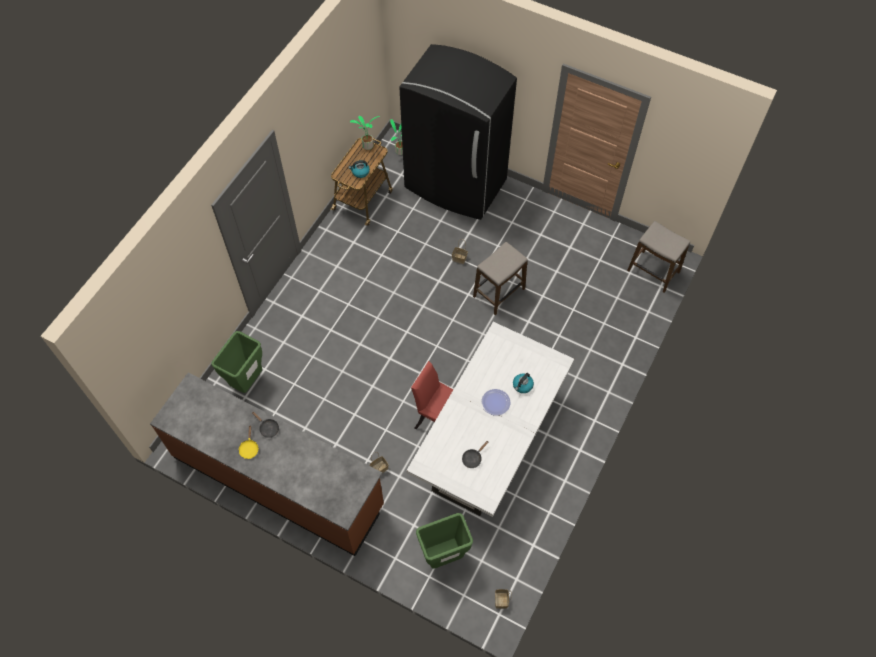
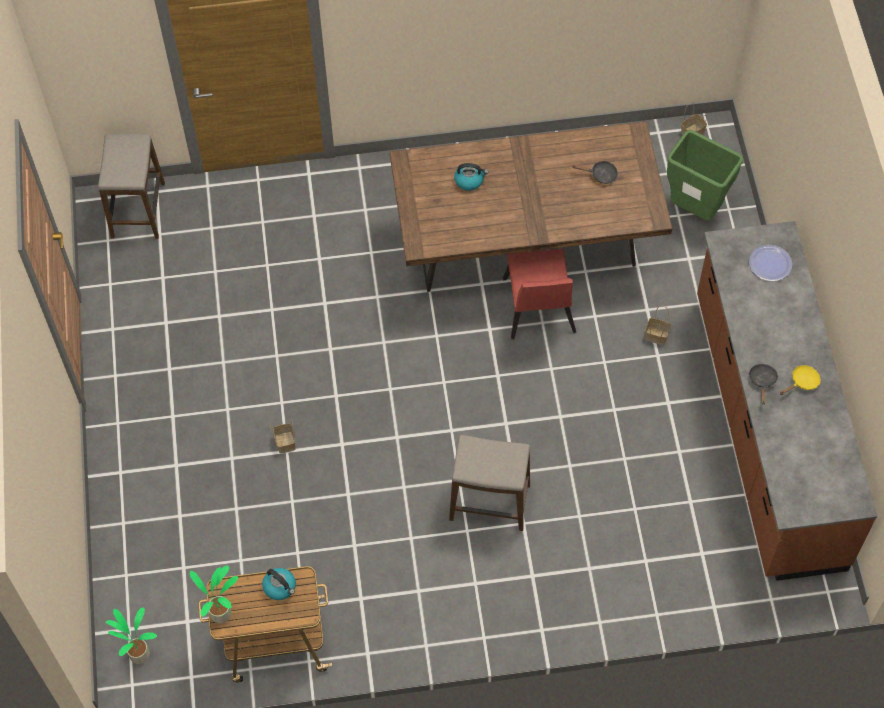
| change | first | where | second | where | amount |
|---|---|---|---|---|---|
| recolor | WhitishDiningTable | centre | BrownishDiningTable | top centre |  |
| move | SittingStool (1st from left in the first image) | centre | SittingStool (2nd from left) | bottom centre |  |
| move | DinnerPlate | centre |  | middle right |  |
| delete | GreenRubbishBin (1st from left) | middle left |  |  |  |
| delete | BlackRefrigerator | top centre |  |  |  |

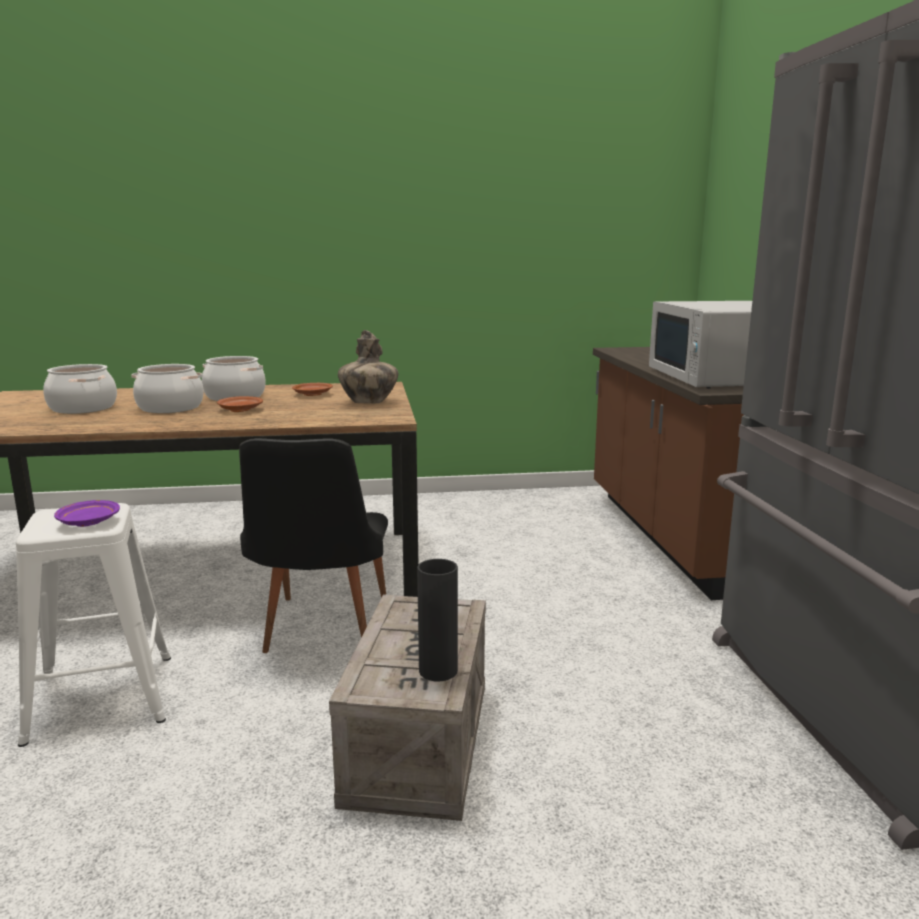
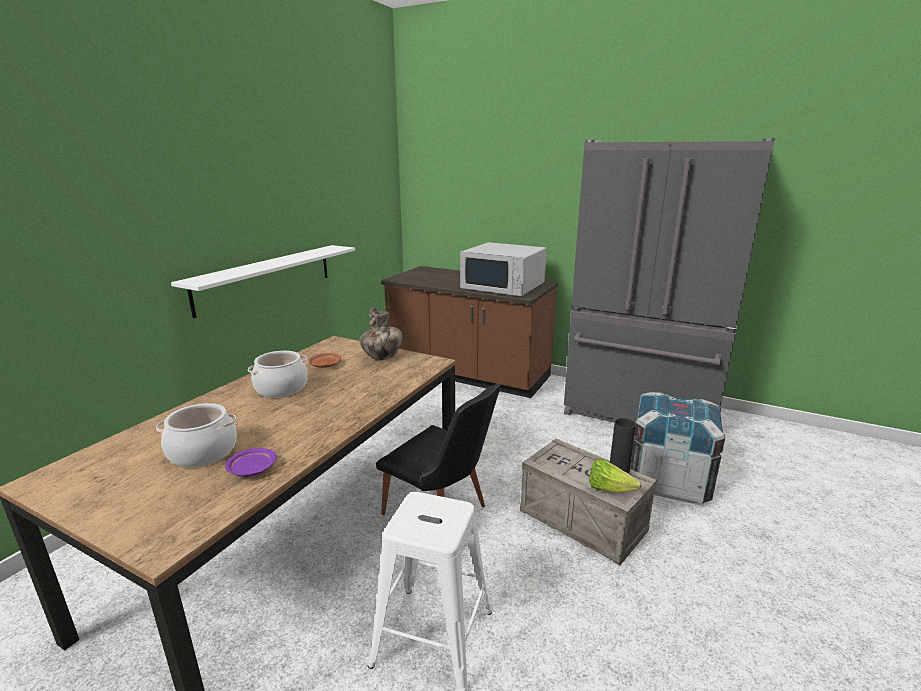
| change | first | where | second | where | amount |
|---|---|---|---|---|---|
| insert |  |  | WhitishBracketShelf | middle left |  |
| move | PurpleDinnerPlate | middle left |  | bottom left |  |
| insert |  |  | LettuceHead | bottom right |  |
| insert |  |  | ShippingCrate (2nd from left) | middle right |  |
| delete | Saucepot (2nd from left) | middle left |  |  |  |
| delete | BrownishDinnerPlate (1st from left) | middle left |  |  |  |

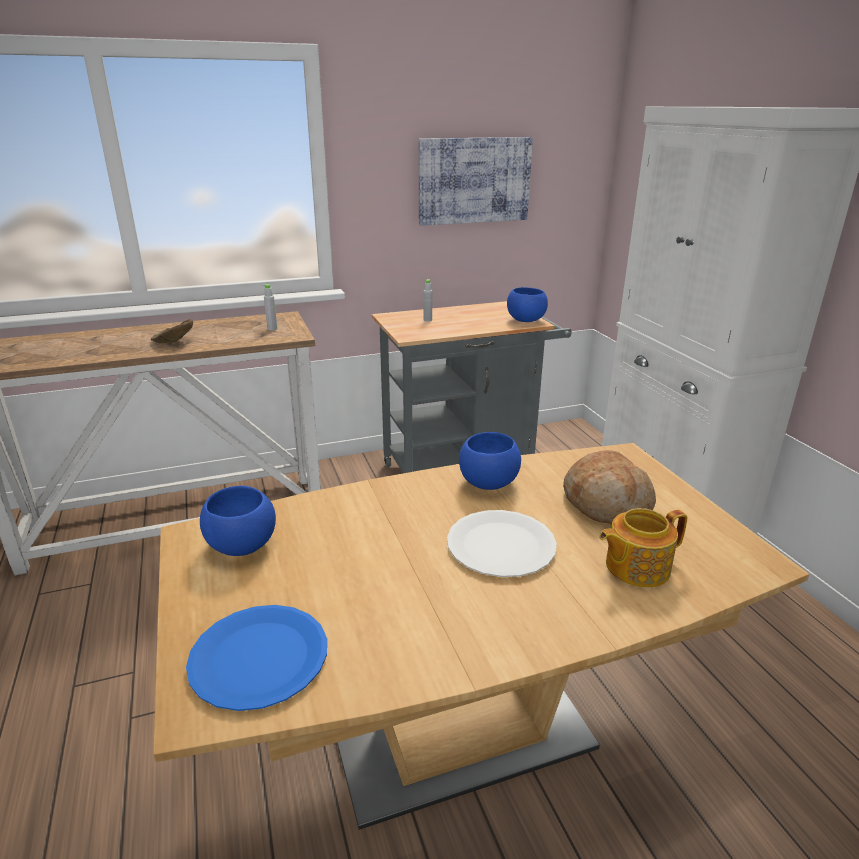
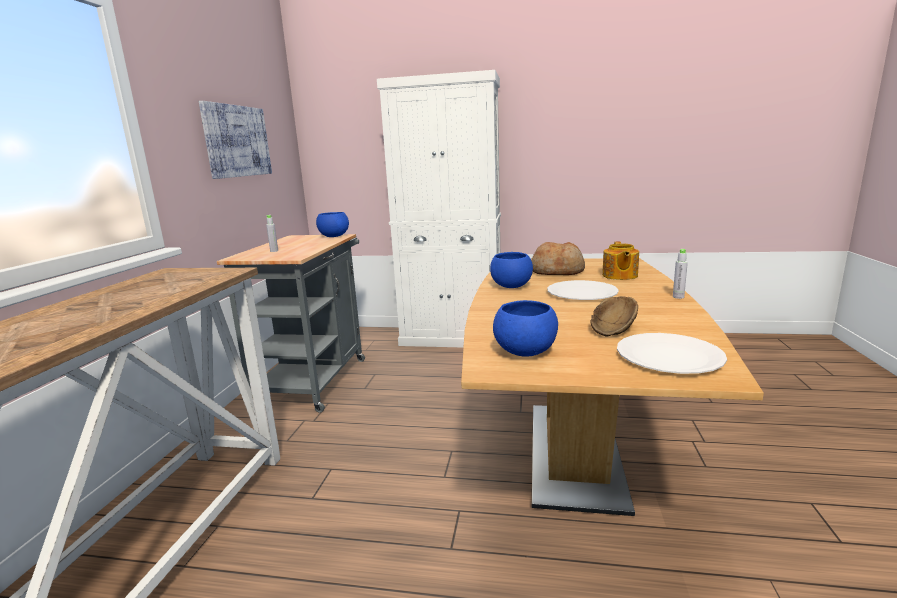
| change | first | where | second | where | amount |
|---|---|---|---|---|---|
| move | BrownishServingBowl | middle left |  | middle right |  |
| recolor | BlueDinnerPlate | bottom left | WhitishDinnerPlate (2nd from left) | middle right |  |
| move | GreyBottle (1st from left in the first image) | middle left | GreyBottle (2nd from left) | middle right |  |

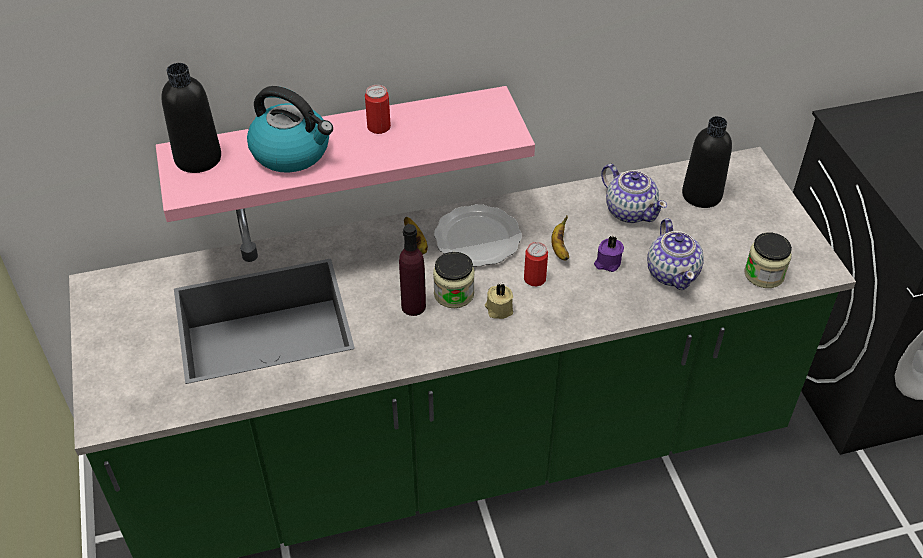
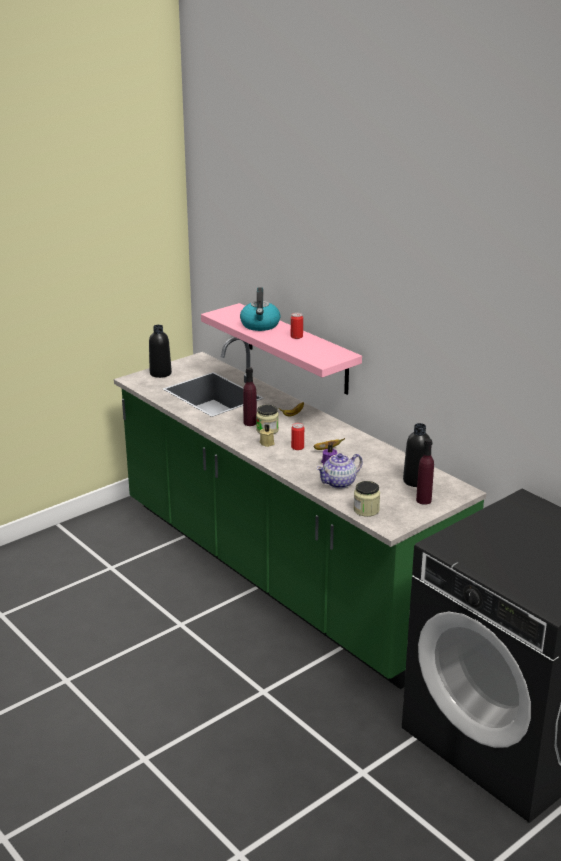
| change | first | where | second | where | amount |
|---|---|---|---|---|---|
| move | BlackBottle (1st from left) | top left |  | middle left |  |
| insert |  |  | PurpleBottle (2nd from left) | middle right |  |
| delete | DinnerPlate | centre |  |  |  |
| delete | TeaPot (1st from left) | middle right |  |  |  |

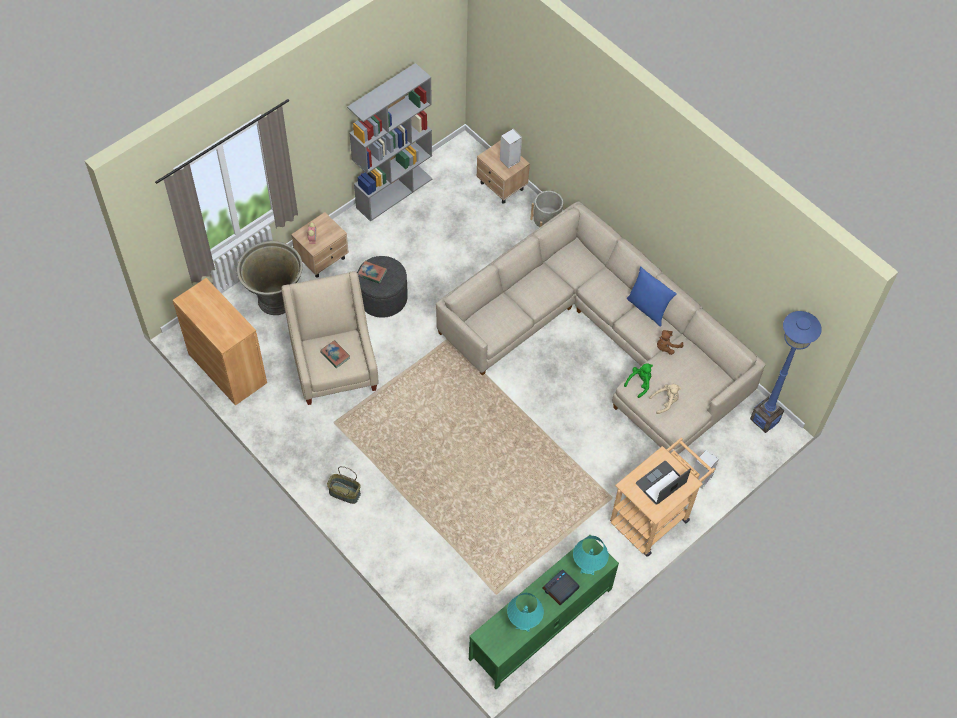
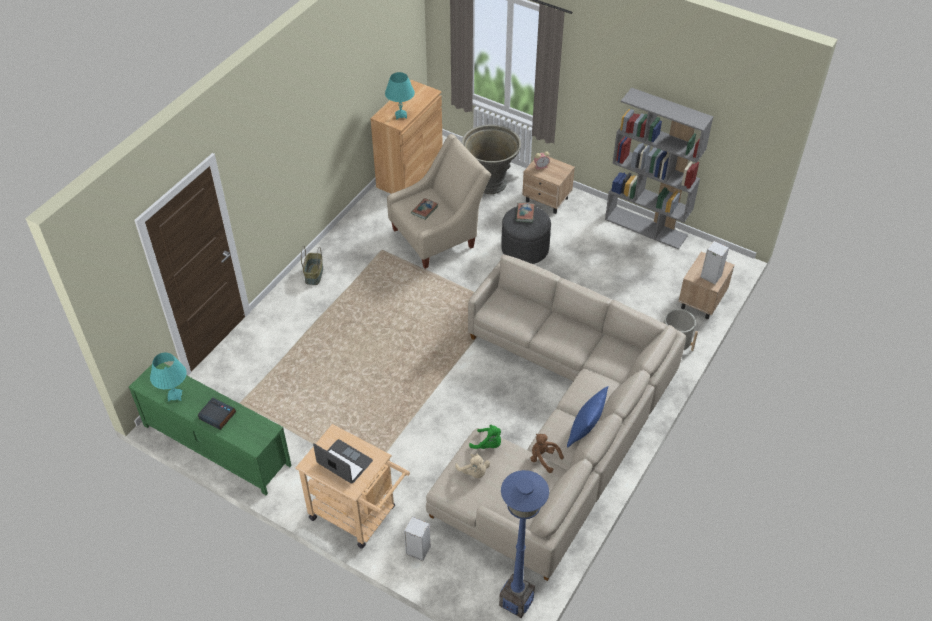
| change | first | where | second | where | amount |
|---|---|---|---|---|---|
| move | TurquoiseColouredLampForATable (2nd from left) | bottom centre |  | top centre |  |

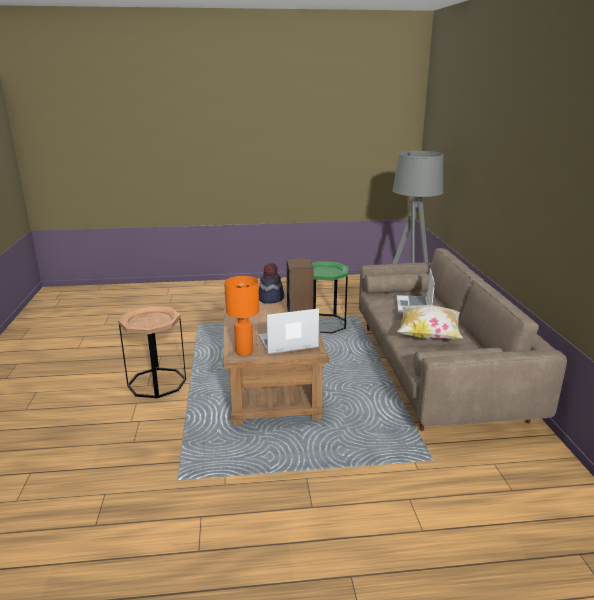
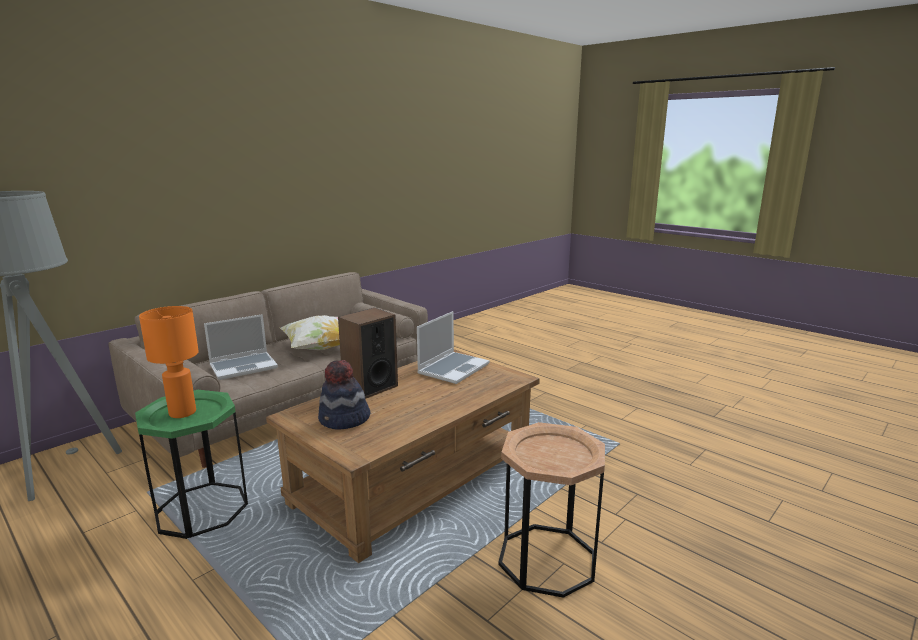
| change | first | where | second | where | amount |
|---|---|---|---|---|---|
| move | OrangeyLampForATable | centre |  | middle left |  |
| rotate | NotebookComputer (1st from left in the first image) | centre | NotebookComputer (2nd from left) | centre | 90 degrees counterclockwise |

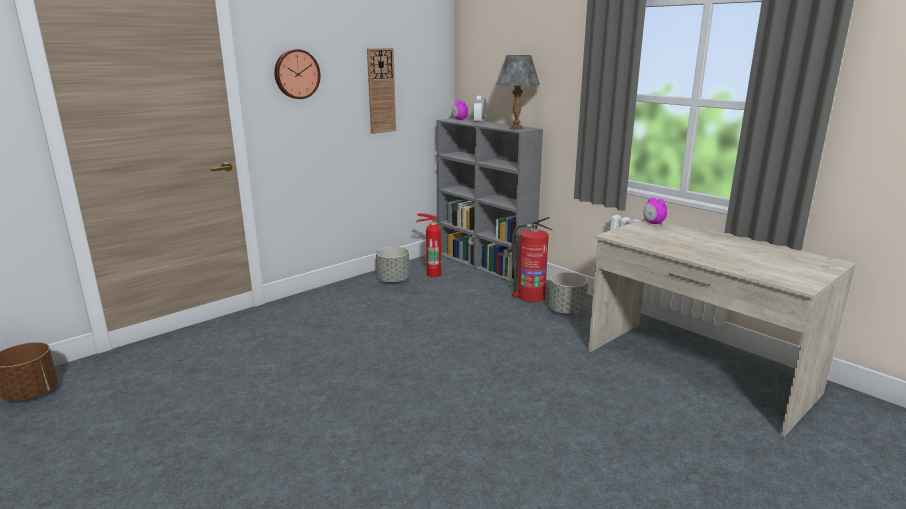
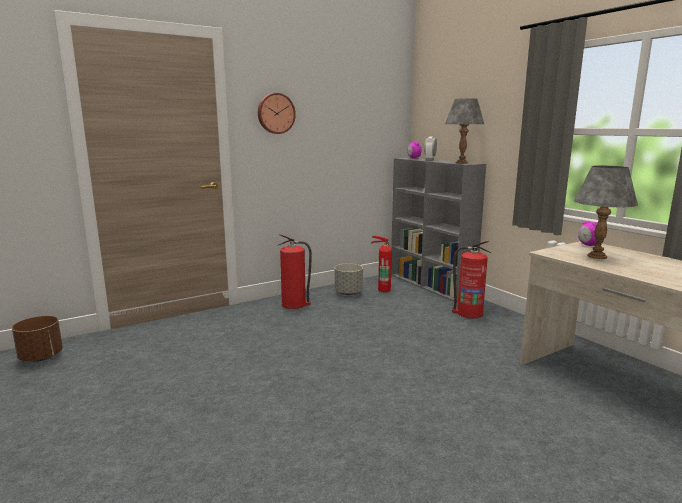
| change | first | where | second | where | amount |
|---|---|---|---|---|---|
| insert |  |  | Extinguisher (1st from left) | centre |  |
| insert |  |  | GreyLampForATable (2nd from left) | middle right |  |
| delete | ClockOnTheWall (2nd from left) | top centre |  |  |  |
| delete | GreyPlantPot (2nd from left) | centre |  |  |  |

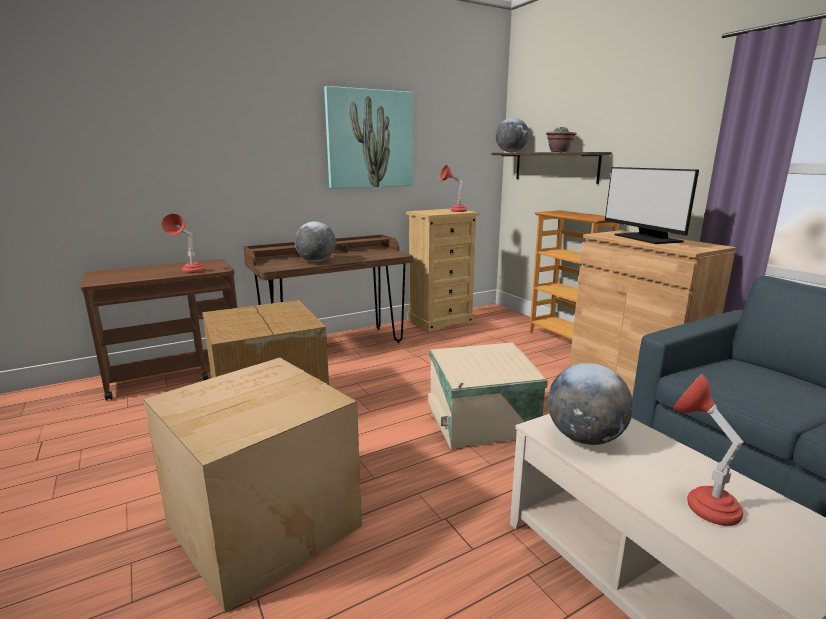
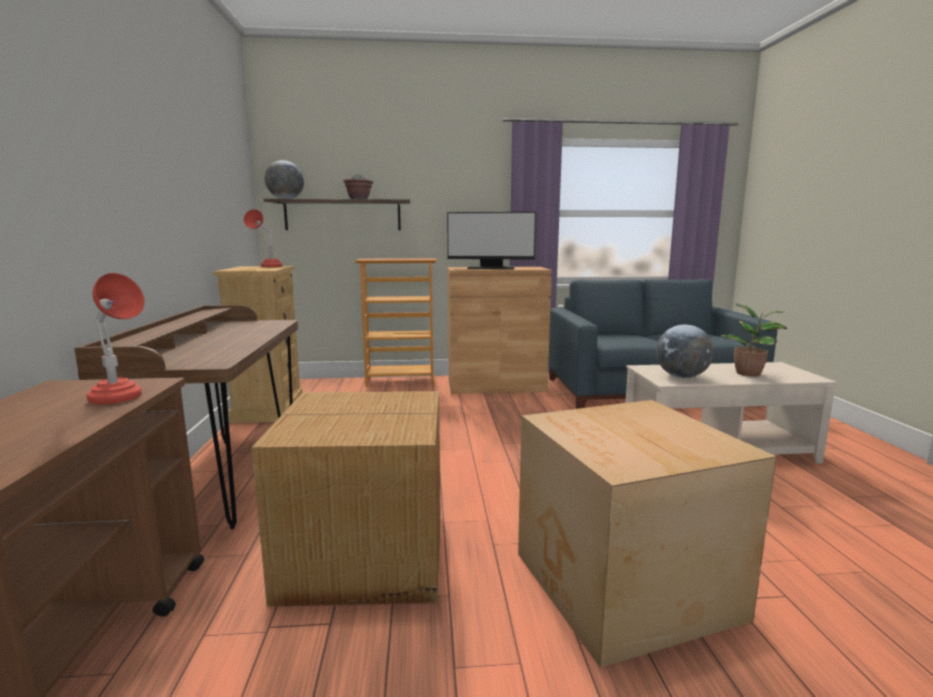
| change | first | where | second | where | amount |
|---|---|---|---|---|---|
| replace | RedLampForATable (3rd from left) | bottom right | Houseplant (2nd from left) | middle right |  |
| delete | DeskGlobe (1st from left) | centre |  |  |  |
| delete | Picture | top centre |  |  |  |
| delete | BeigeStorageContainer | centre |  |  |  |

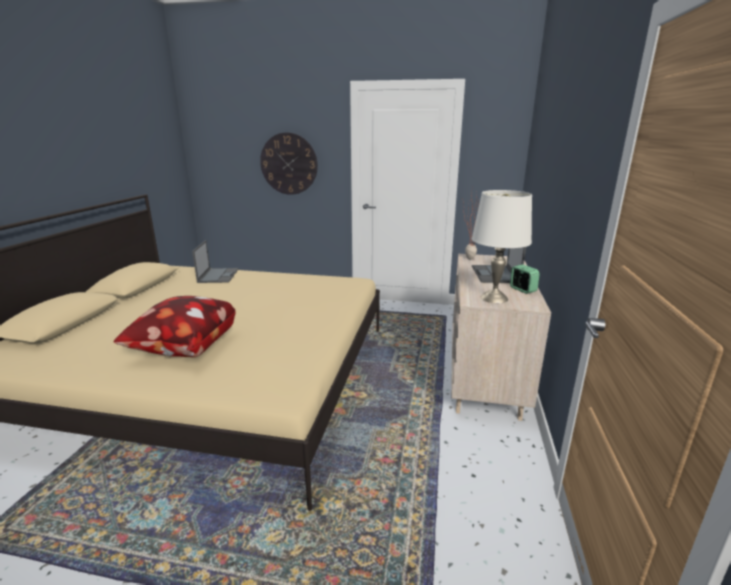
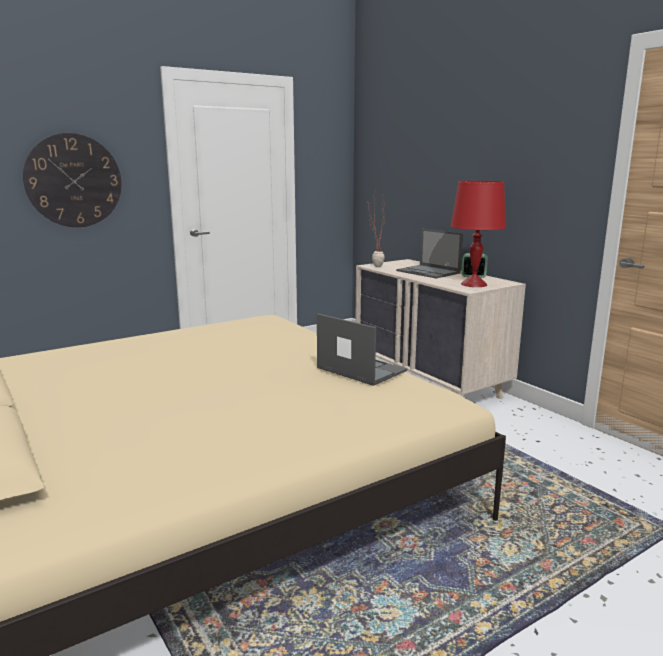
| change | first | where | second | where | amount |
|---|---|---|---|---|---|
| move | NotebookComputer (1st from left) | middle left |  | centre |  |
| recolor | WhitishLampForATable | middle right | RedLampForATable | middle right |  |
| delete | Pillow | middle left |  |  |  |

